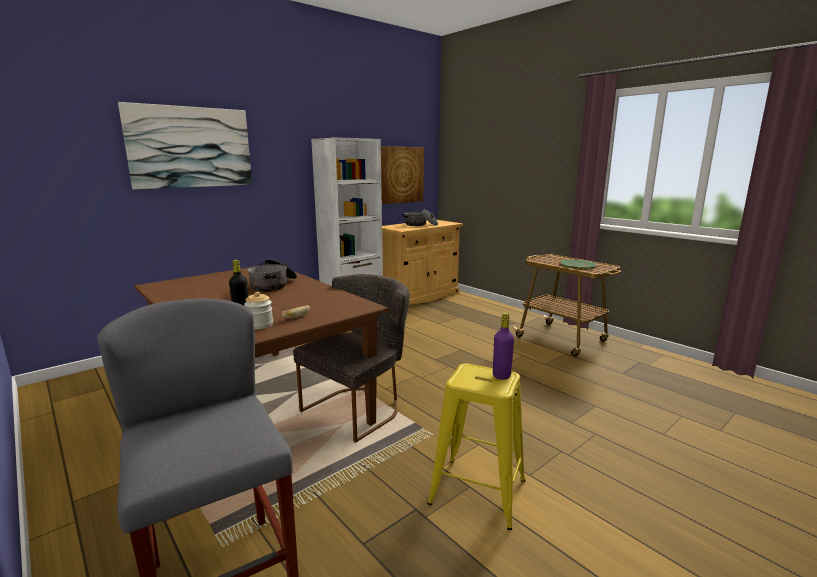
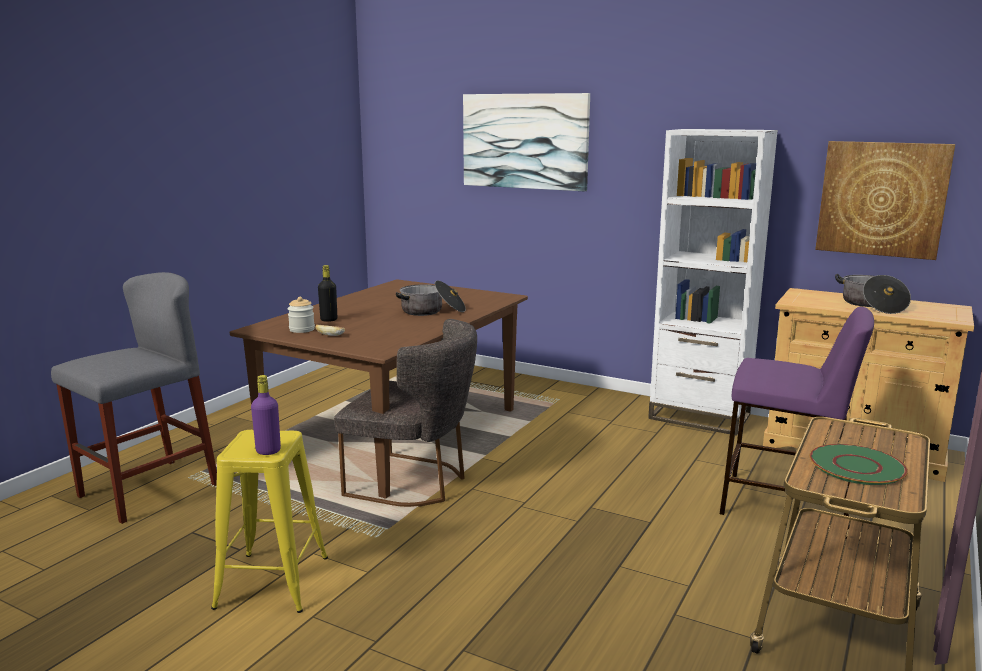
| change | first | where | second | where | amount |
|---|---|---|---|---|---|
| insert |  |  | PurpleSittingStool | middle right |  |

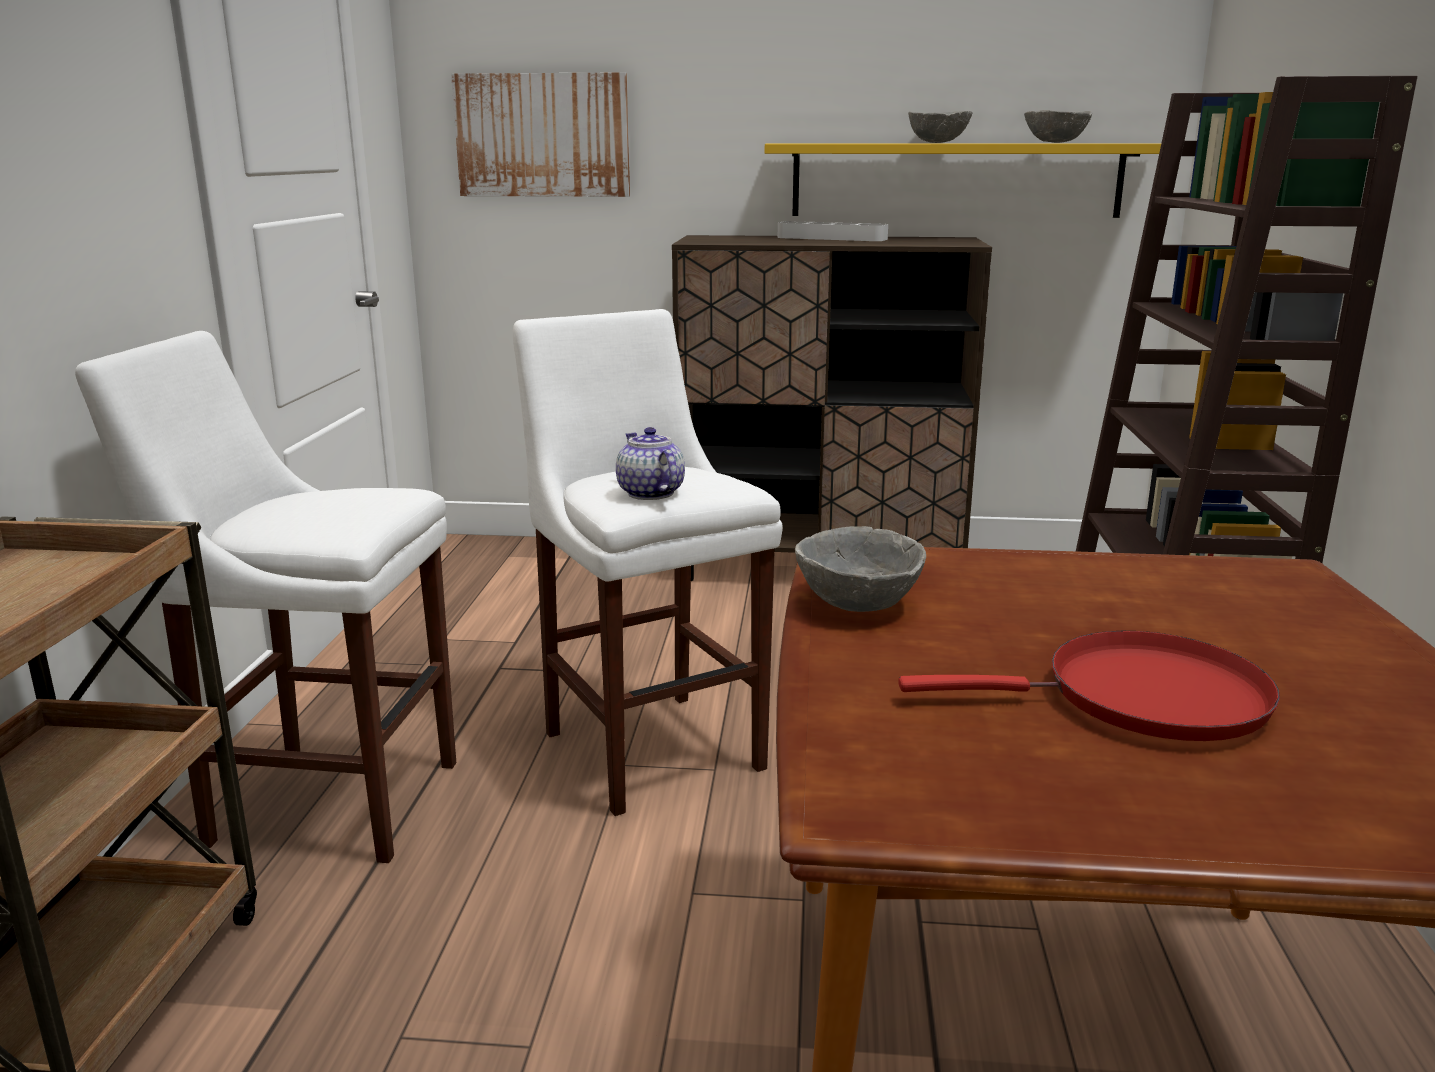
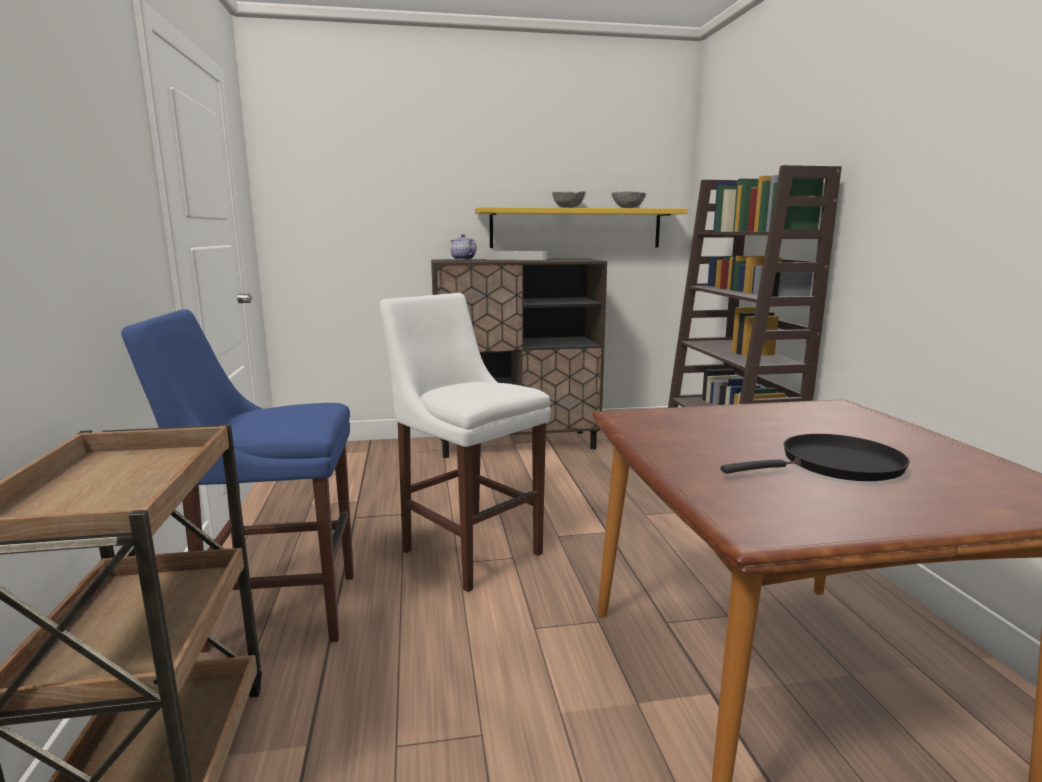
| change | first | where | second | where | amount |
|---|---|---|---|---|---|
| recolor | WhitishSittingStool (1st from left) | middle left | BlueSittingStool | middle left |  |
| move | TeaPot | centre |  | top centre |  |
| recolor | RedFryingPan | middle right | BlackFryingPan | middle right |  |
| delete | Picture | top centre |  |  |  |
| delete | GreyServingBowl (1st from left) | centre |  |  |  |

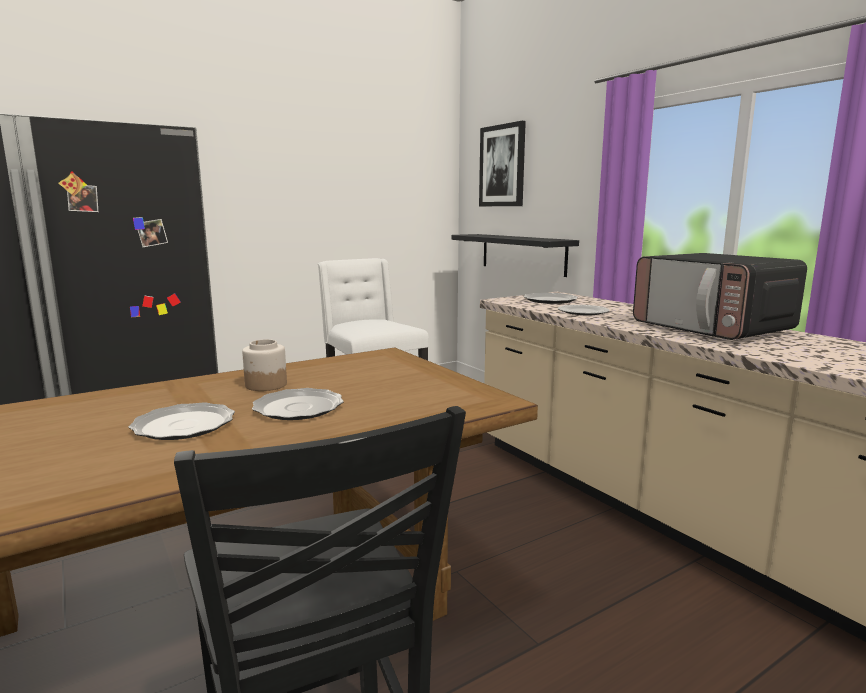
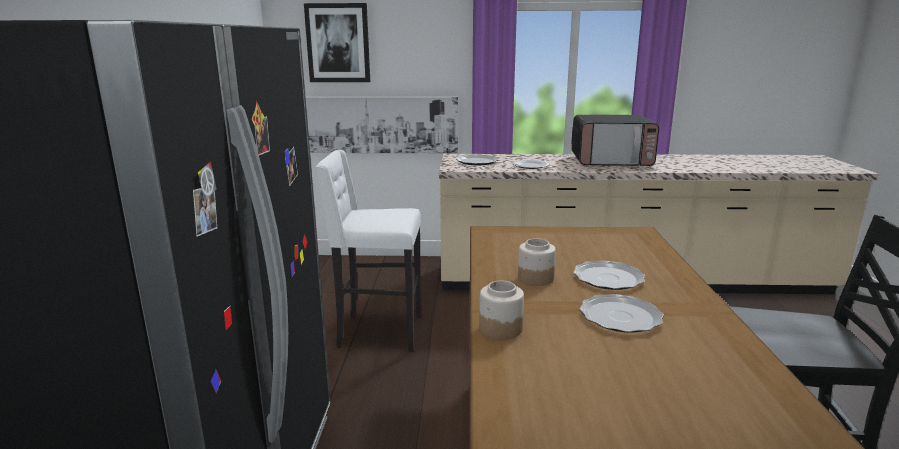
| change | first | where | second | where | amount |
|---|---|---|---|---|---|
| replace | BlackBracketShelf | centre | Picture (2nd from left) | top centre |  |
| insert |  |  | PreserveJar (1st from left) | bottom centre |  |

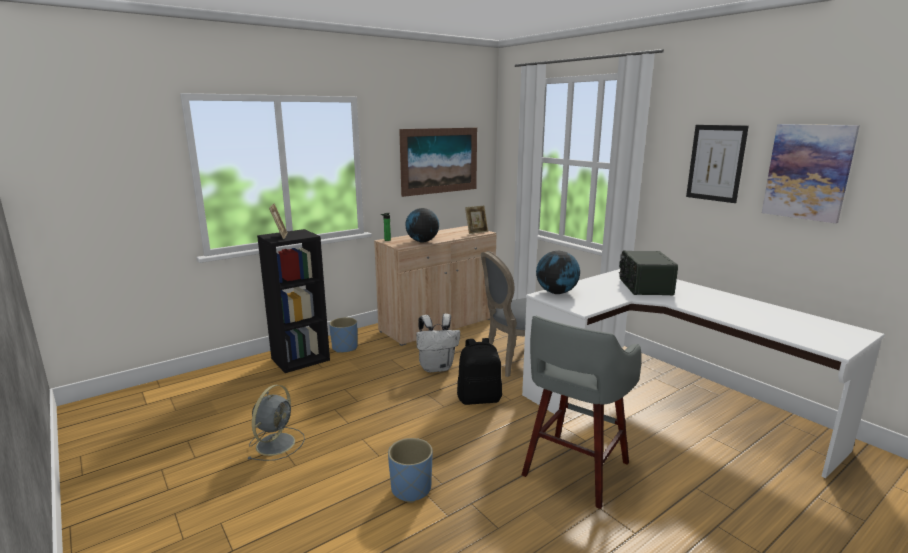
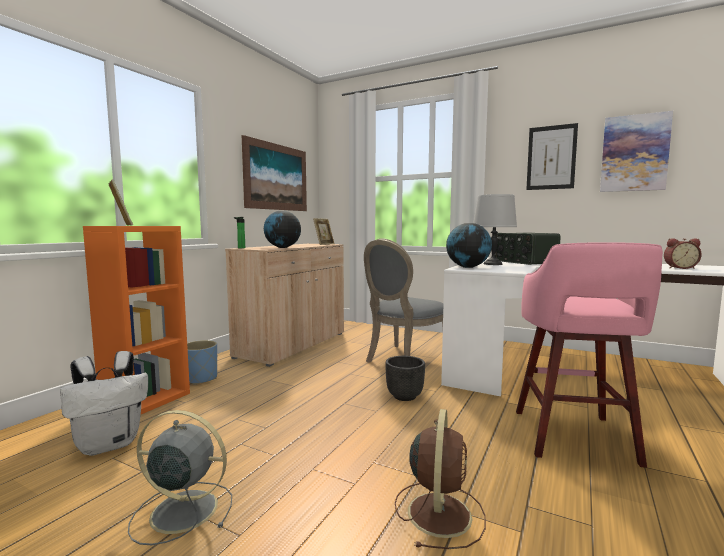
| change | first | where | second | where | amount |
|---|---|---|---|---|---|
| move | WhitishBackpack | centre |  | bottom left |  |
| recolor | BlackBookshelf | middle left | OrangeyBookshelf | middle left |  |
| rotate | GreyCoolingFan | bottom left |  | bottom left | 75 degrees counterclockwise |
| replace | BlackBackpack | bottom centre | BlackPlantPot | bottom centre |  |
| replace | BluePlantPot (2nd from left) | bottom centre | BrownishCoolingFan | bottom centre |  |
| insert |  |  | GreyLampForATable | middle right |  |
| recolor | GreySittingStool | bottom centre | PinkColouredSittingStool | middle right |  |
| insert |  |  | BedsideClock | middle right |  |

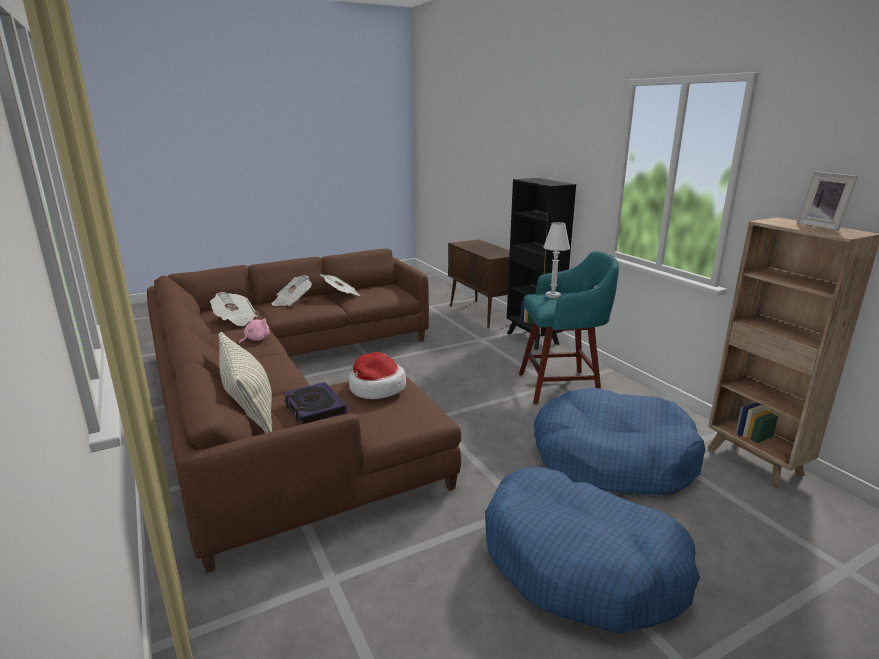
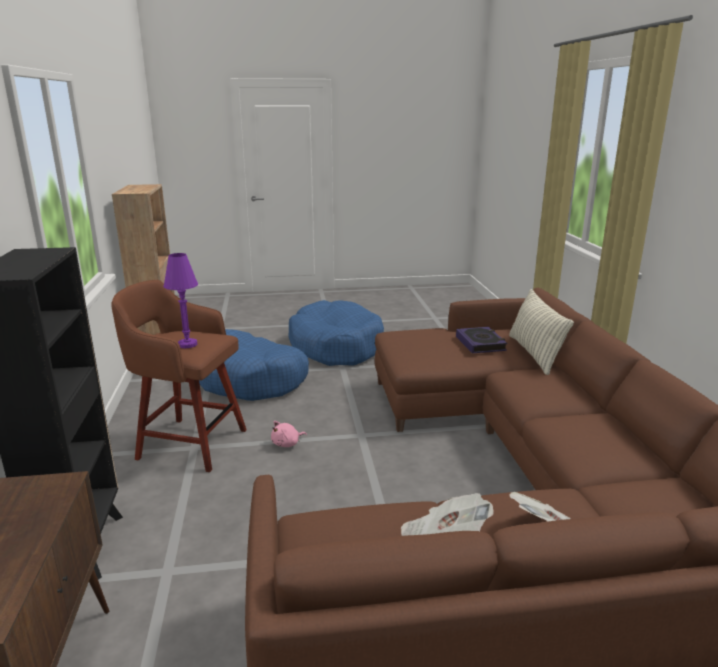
| change | first | where | second | where | amount |
|---|---|---|---|---|---|
| recolor | TurquoiseColouredSittingStool | centre | BrownishSittingStool | middle left |  |
| recolor | WhitishLampForATable | centre | PurpleLampForATable | middle left |  |
| move | PinkColouredSoftToy | middle left |  | centre |  |
| delete | PrintedPaper (1st from left) | middle left |  |  |  |
| delete | WearableHat | centre |  |  |  |
| delete | PhotoFrame | top right |  |  |  |

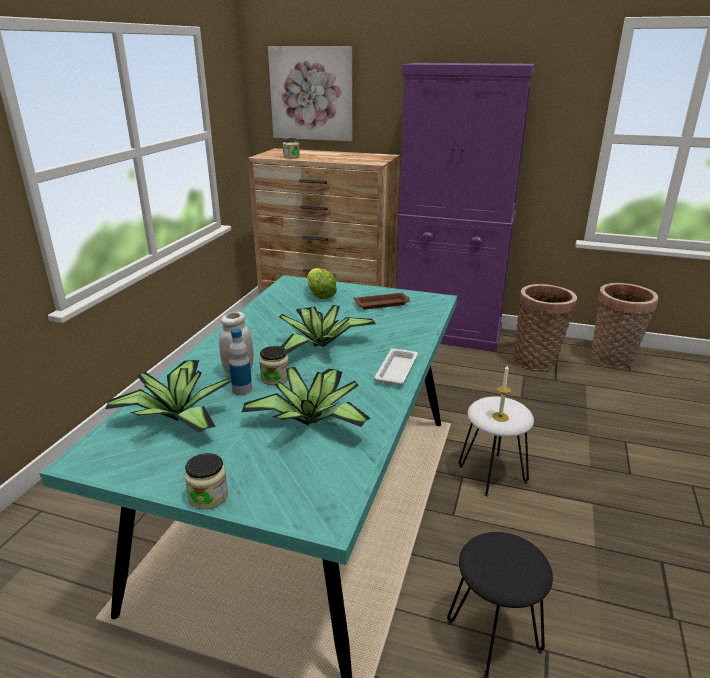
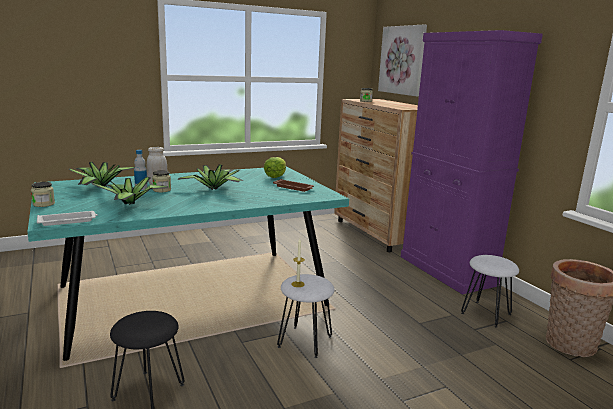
| change | first | where | second | where | amount |
|---|---|---|---|---|---|
| move | WhitishTray | centre |  | middle left |  |
| replace | Basket (1st from left) | middle right | WhitishSittingStool (2nd from left) | bottom right |  |

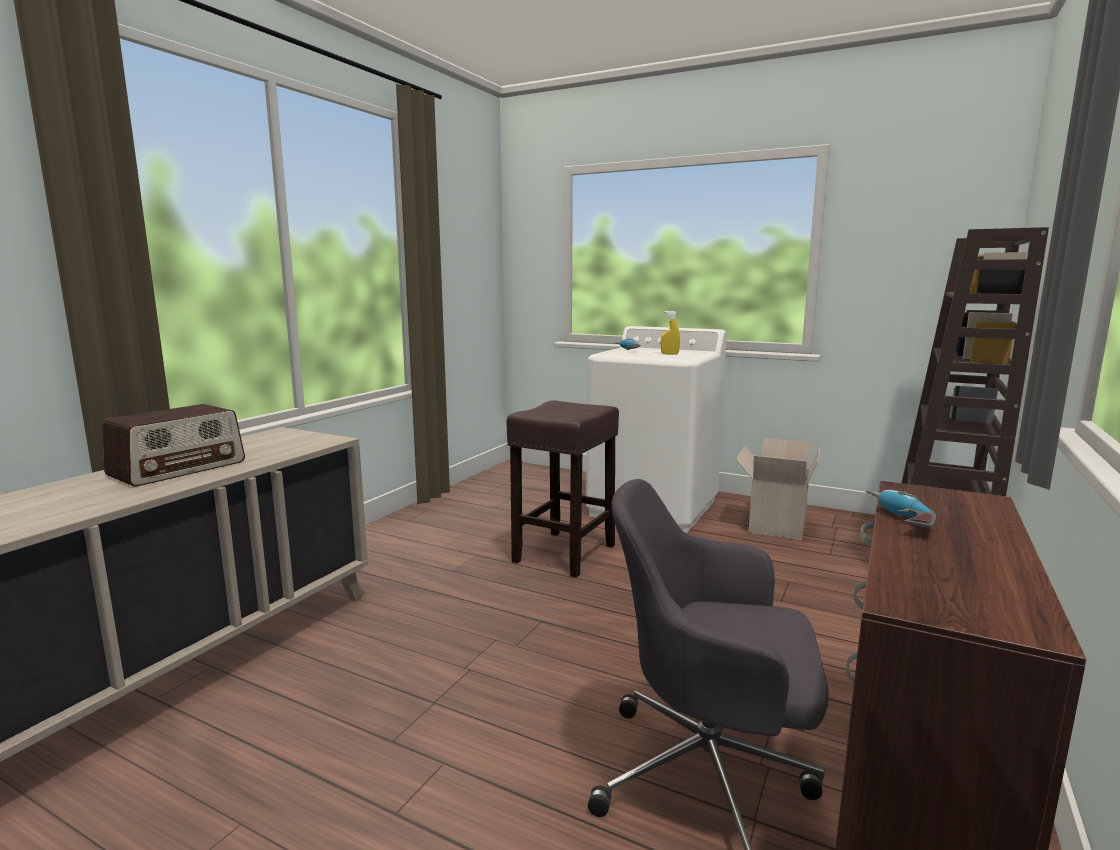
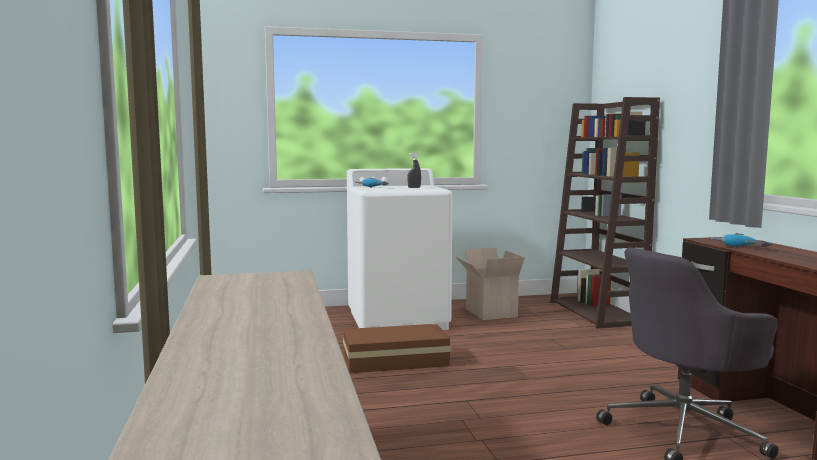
| change | first | where | second | where | amount |
|---|---|---|---|---|---|
| replace | BrownishSittingStool | centre | BrownishStorageContainer | bottom centre |  |
| recolor | YellowSprayer | centre | GreySprayer | centre |  |
| delete | RadioReceiver | middle left |  |  |  |

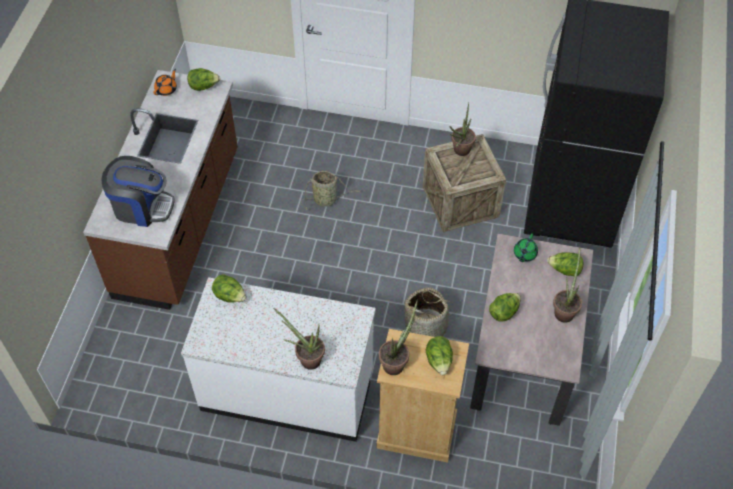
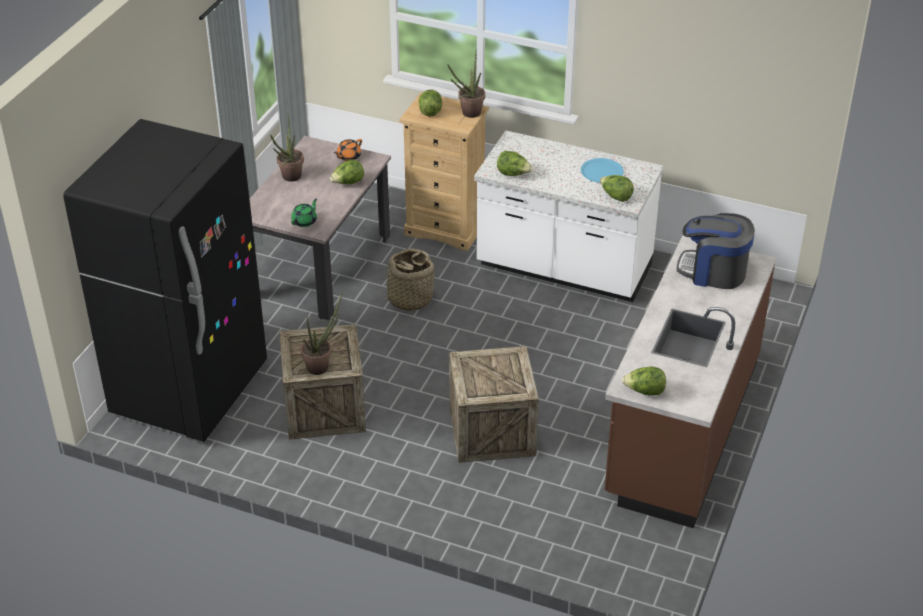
| change | first | where | second | where | amount |
|---|---|---|---|---|---|
| move | OrangeyTeaPot | top left |  | top centre |  |
| replace | Basket (1st from left) | centre | ShippingCrate (2nd from left) | centre |  |
| move | LettuceHead (5th from left in the first image) | middle right | LettuceHead (3rd from left) | top centre |  |
| insert |  |  | BlueDinnerPlate | top centre |  |
| delete | Houseplant (1st from left) | bottom centre |  |  |  |

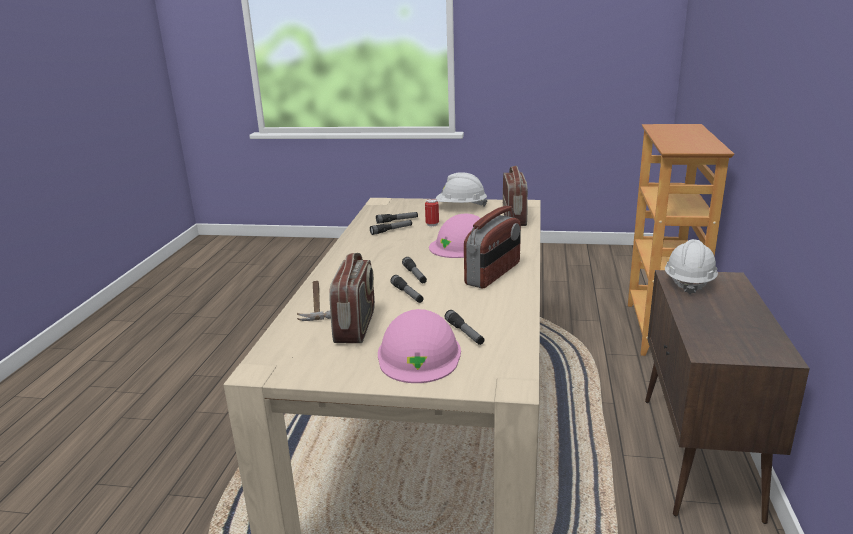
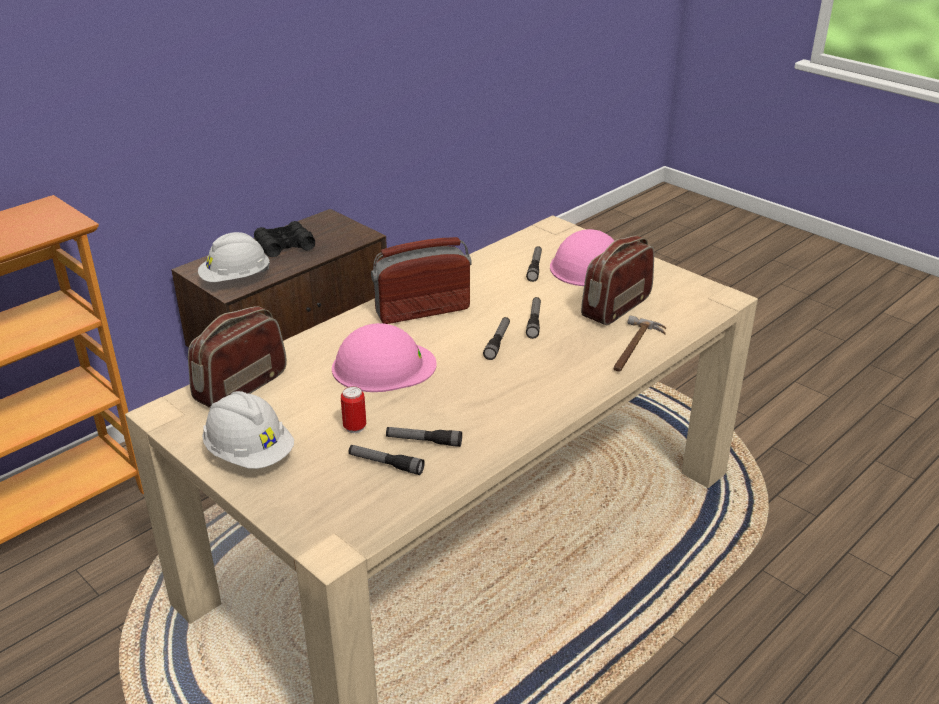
| change | first | where | second | where | amount |
|---|---|---|---|---|---|
| insert |  |  | BlackBinoculars | middle left |  |

